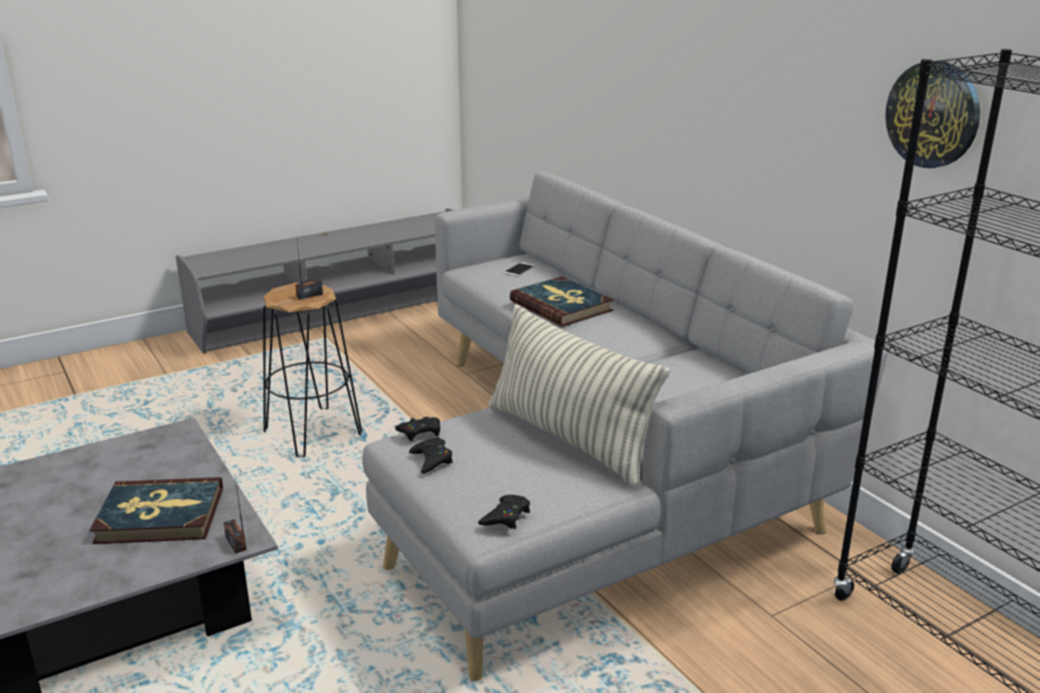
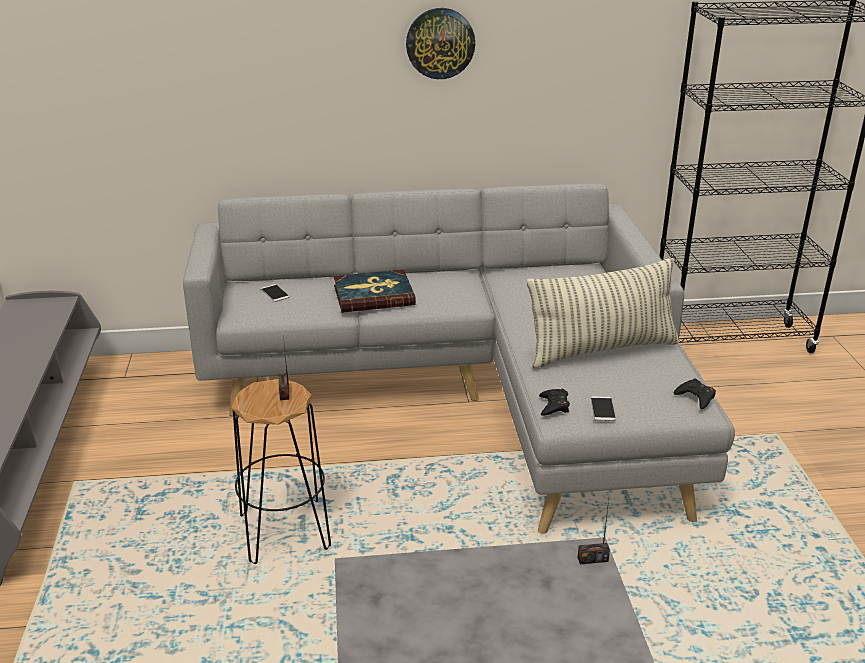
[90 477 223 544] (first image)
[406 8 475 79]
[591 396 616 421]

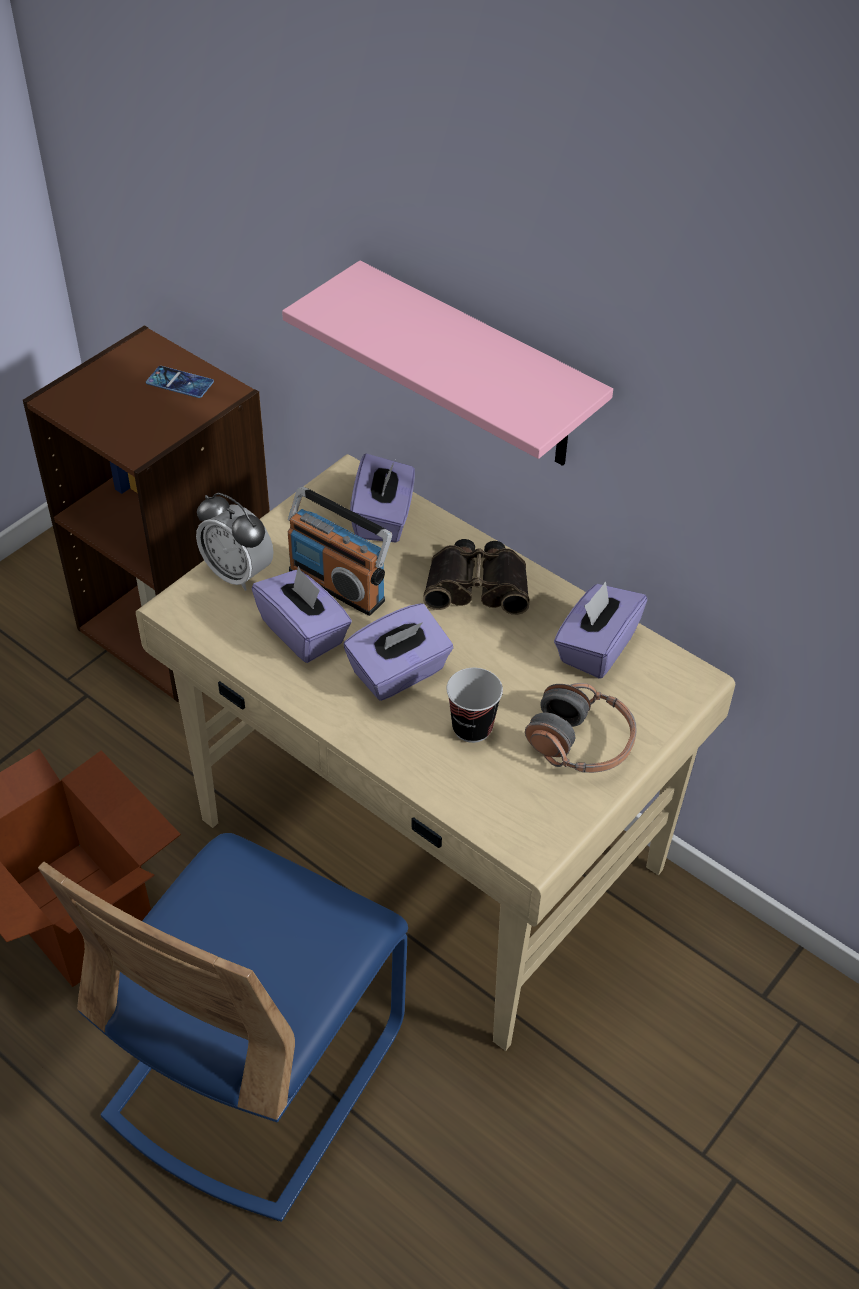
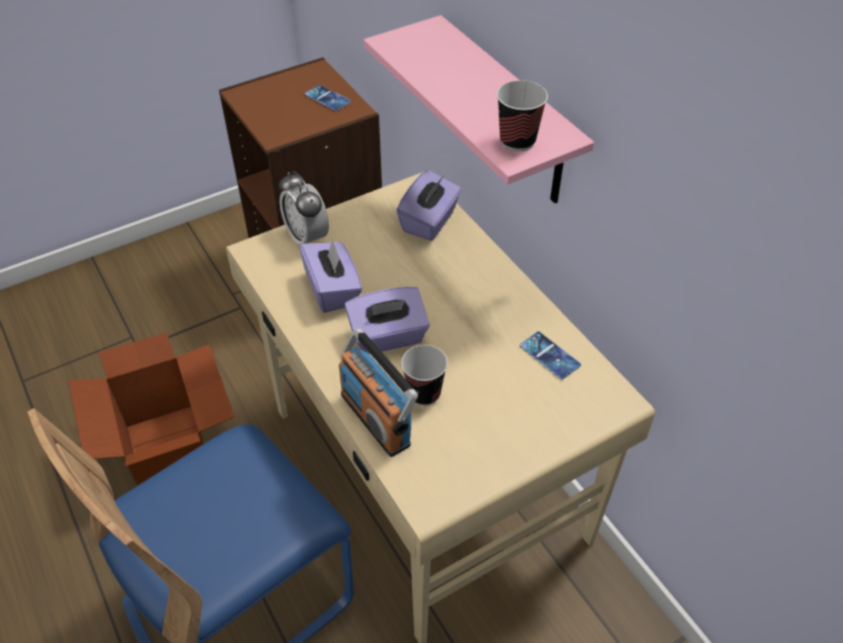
[423 539 529 615] (first image)
[525 683 637 773] (first image)
[497 80 548 151]
[339 329 418 457]
[520 332 581 379]

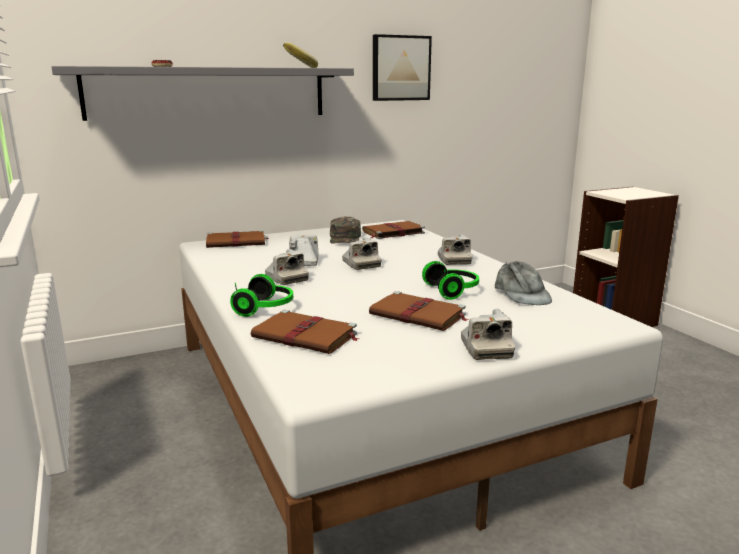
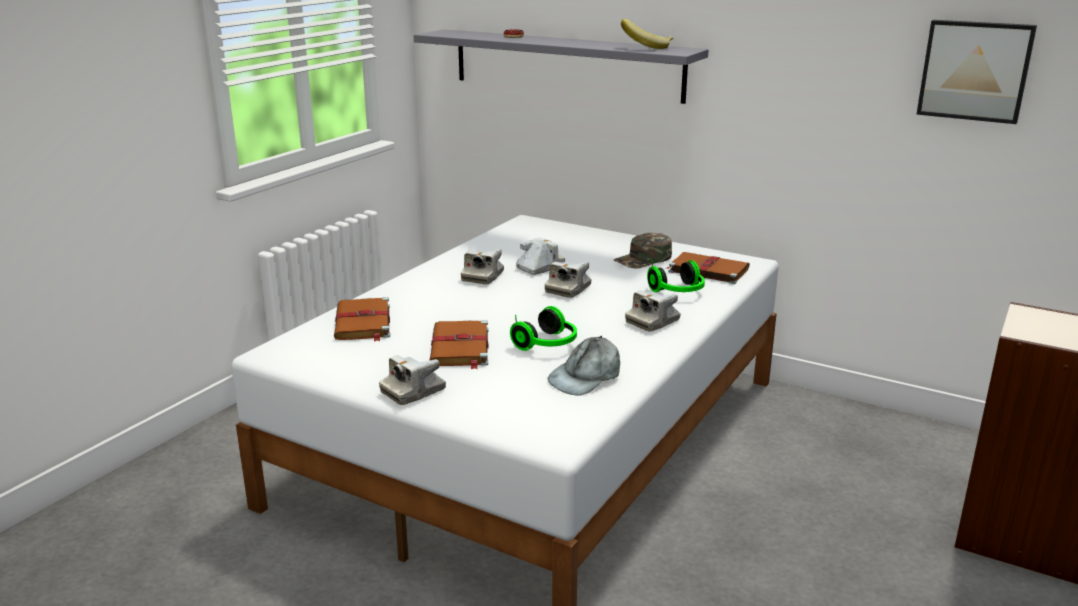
[206 230 268 248] (first image)
[647 260 705 292]
[916 20 1037 124]

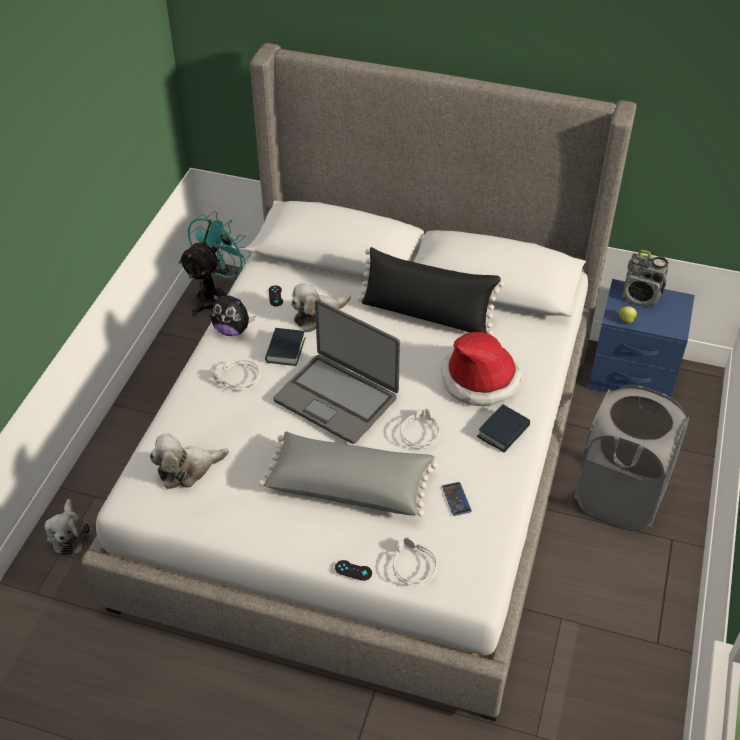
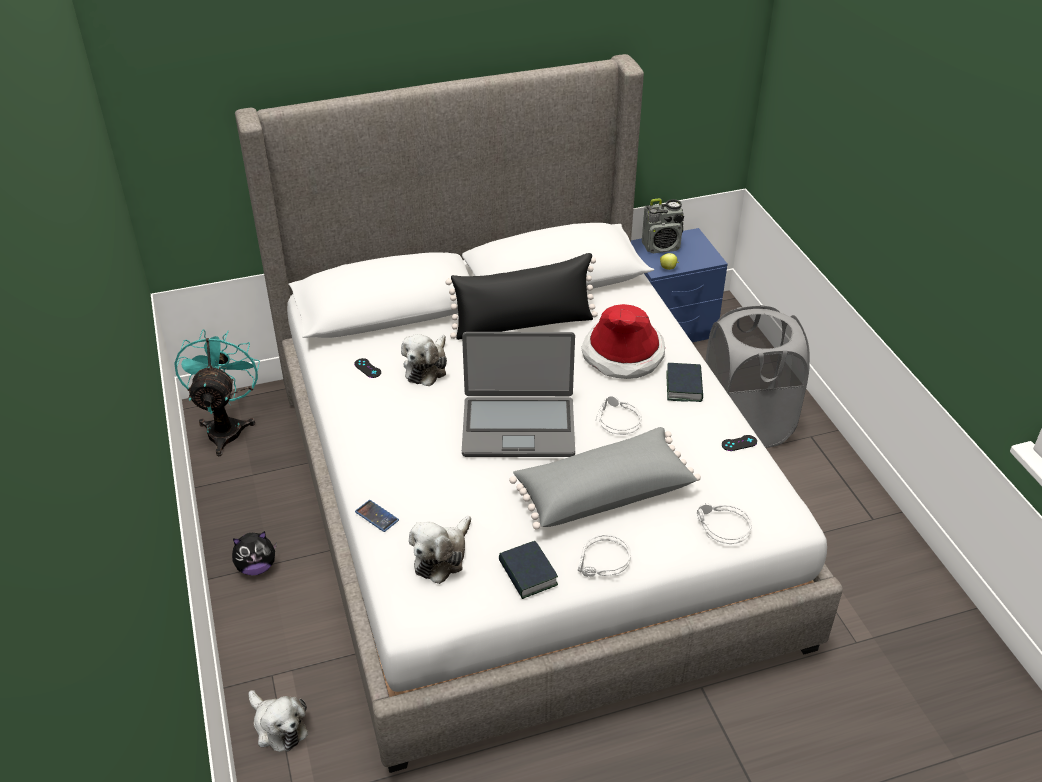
[232 531 277 576]
[578 534 631 577]
[499 541 558 599]
[722 435 757 451]
[355 500 399 532]

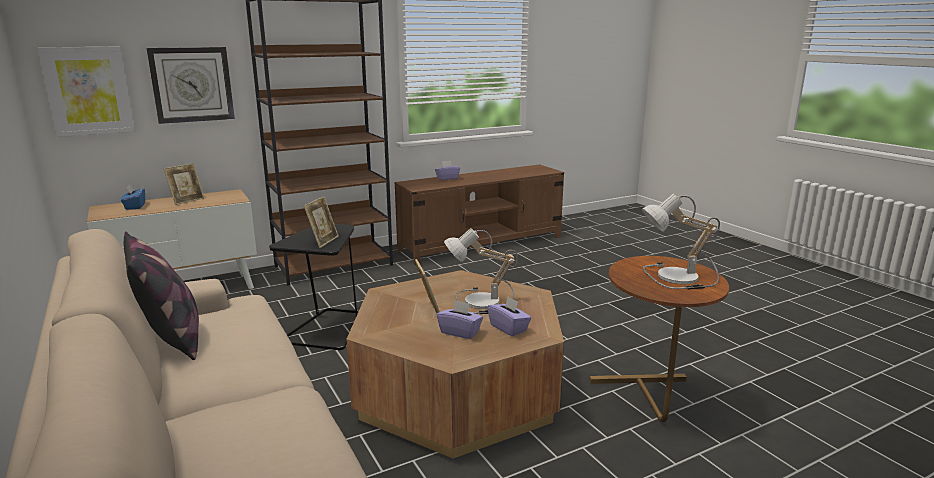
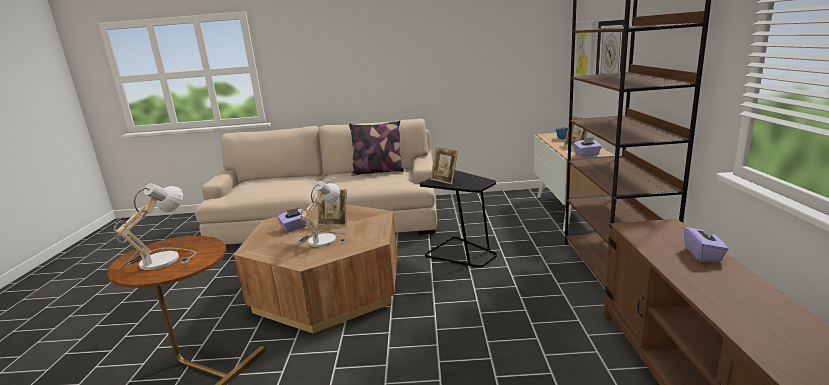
[573 137 602 157]

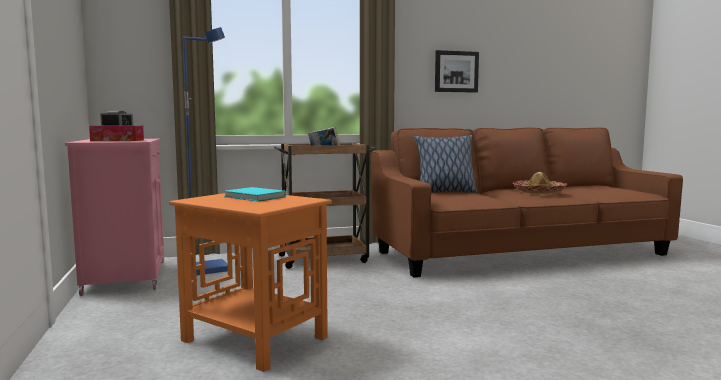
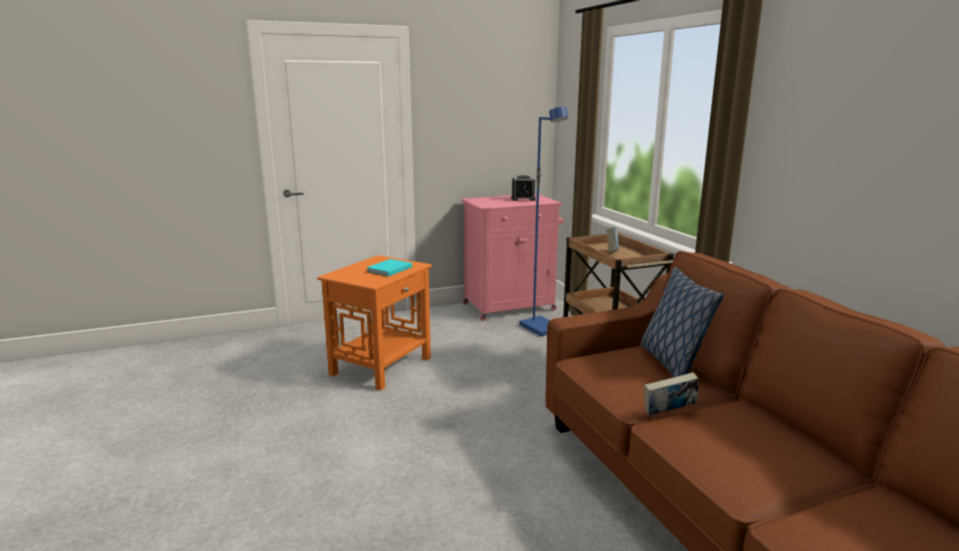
[89 126 144 141] (first image)
[435 50 479 93] (first image)
[513 172 567 194] (first image)
[644 372 699 415]

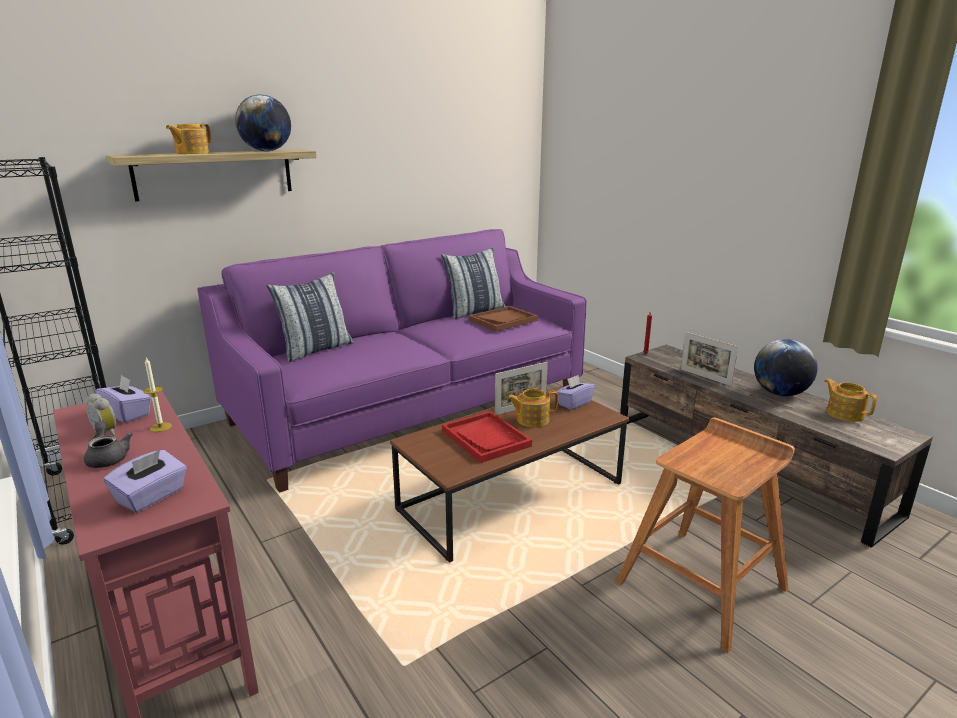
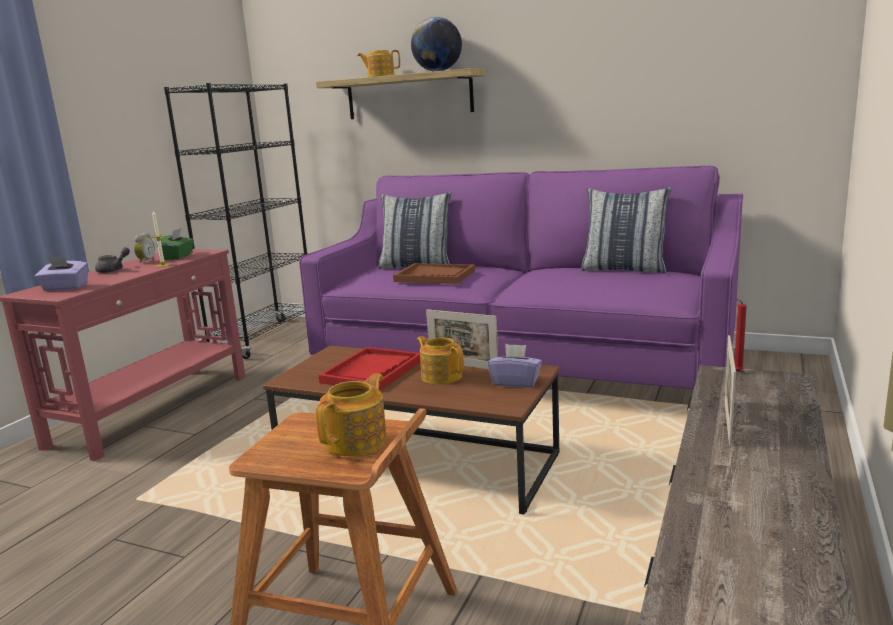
[754 339 818 396] (first image)
[393 263 475 284]
[315 373 387 456]
[157 228 194 260]

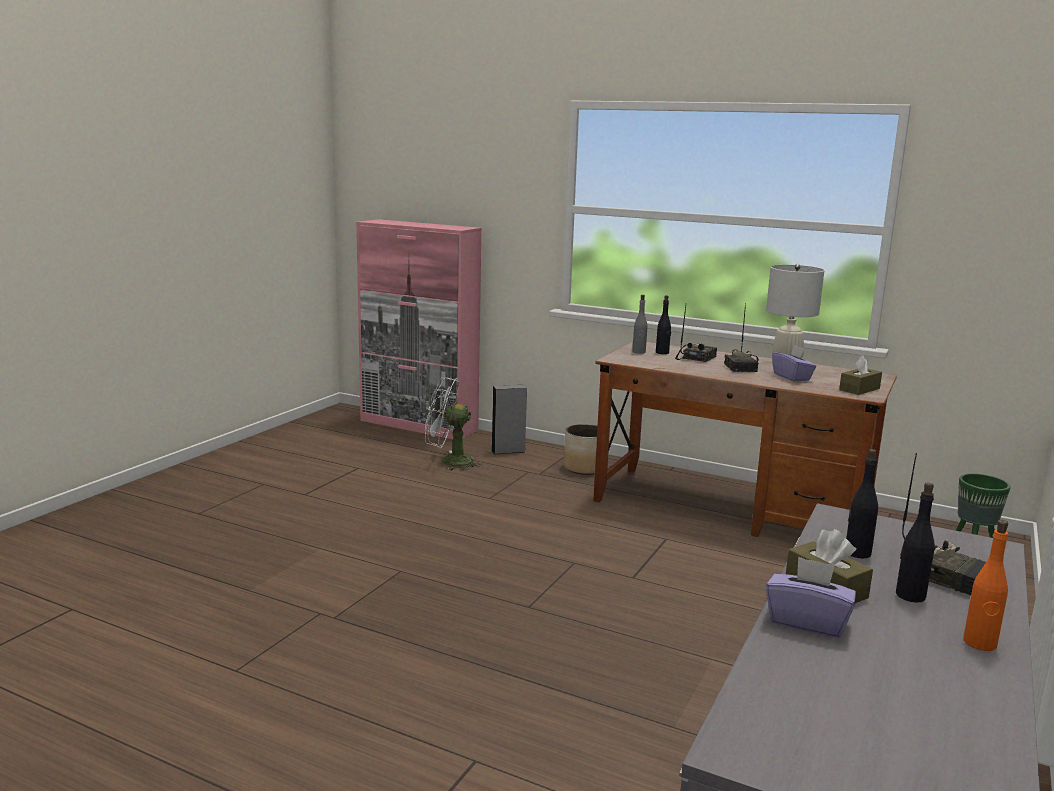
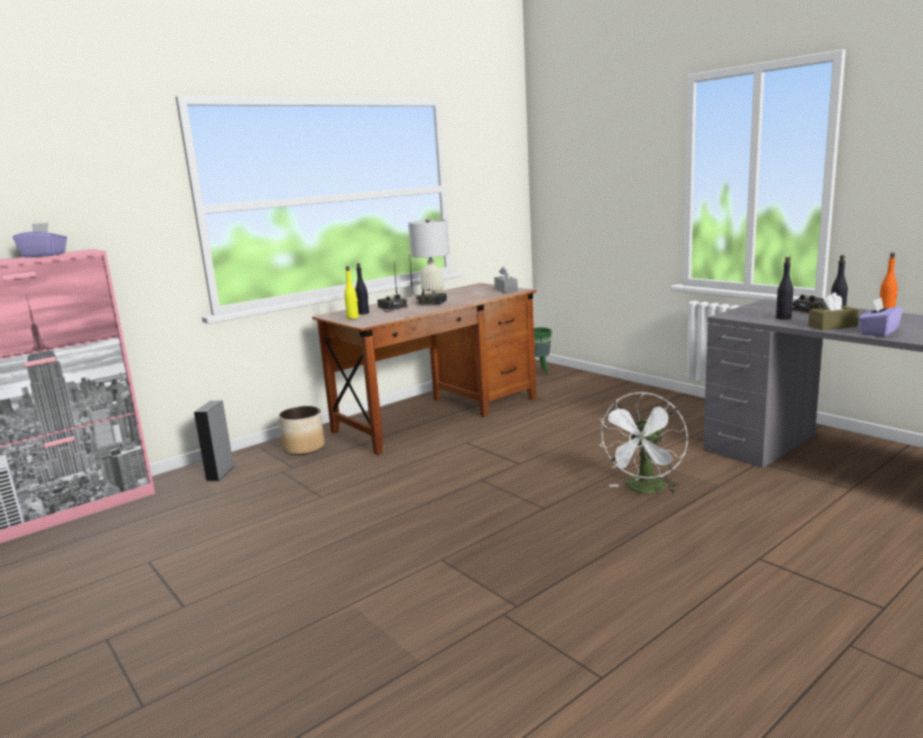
[598 392 688 494]
[13 223 67 257]
[344 266 359 319]
[494 267 518 293]

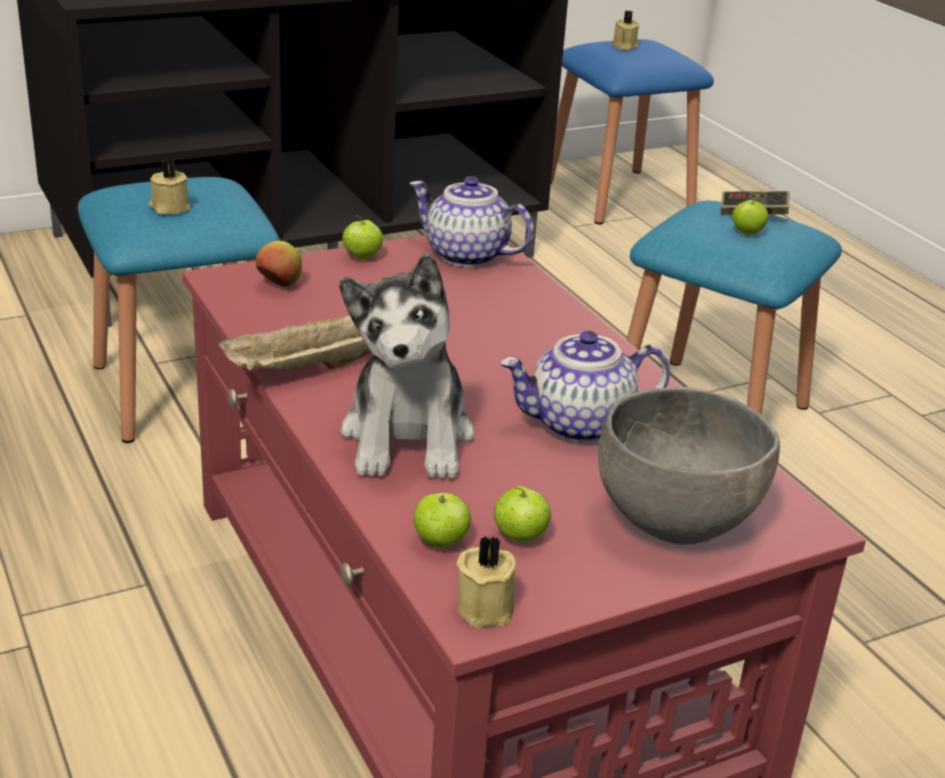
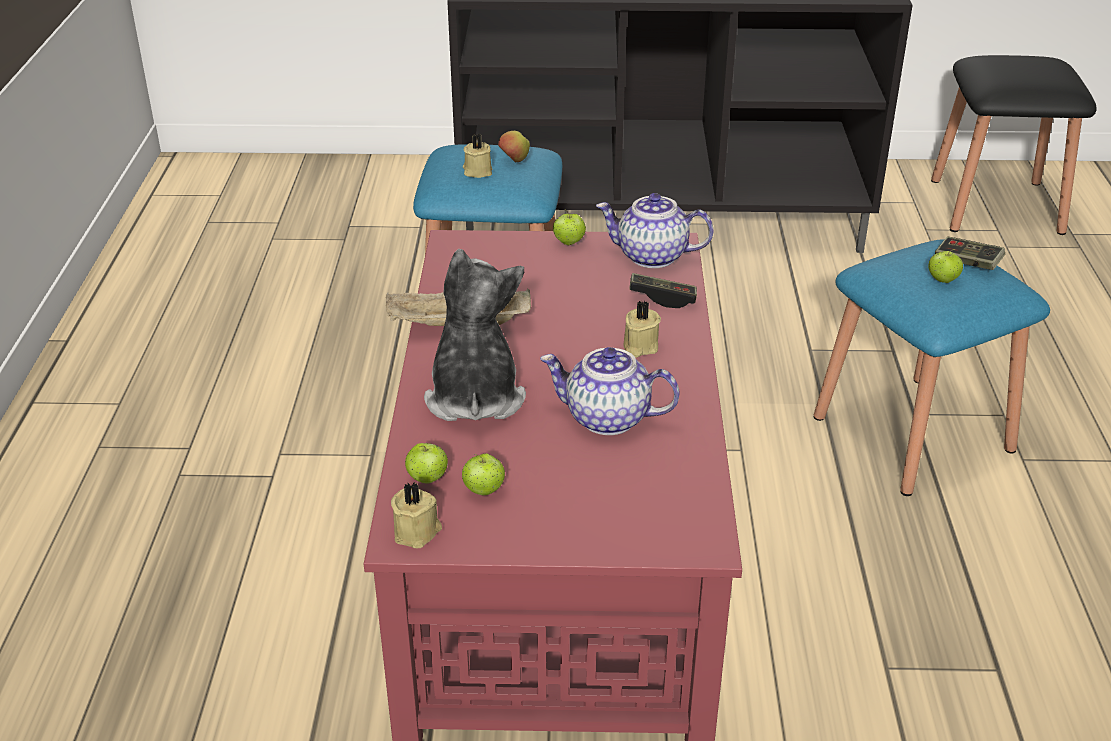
[598 387 780 545] (first image)
[629 273 697 308]
[498 131 530 162]
[624 301 661 358]
[931 55 1097 235]
[424 249 526 421]
[596 193 713 268]

